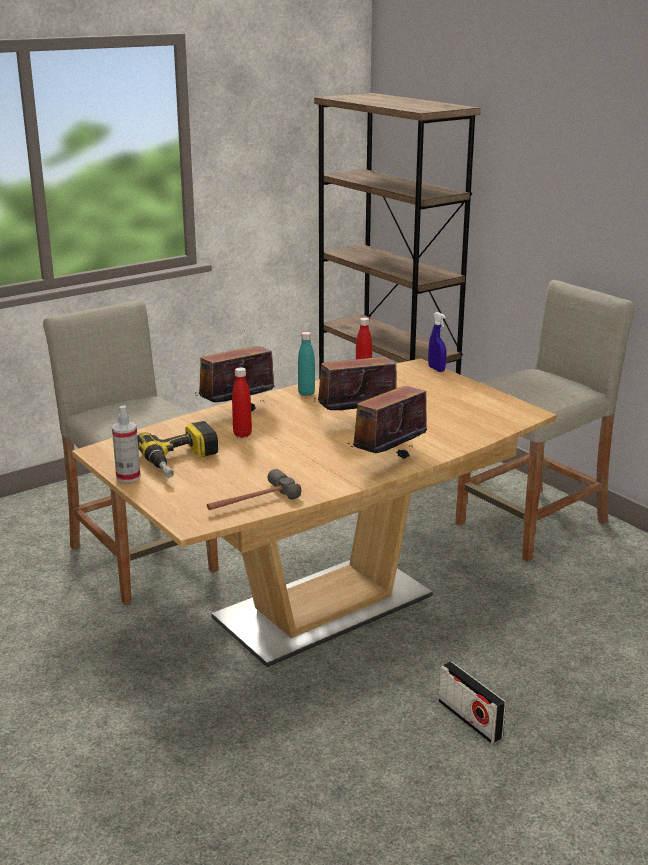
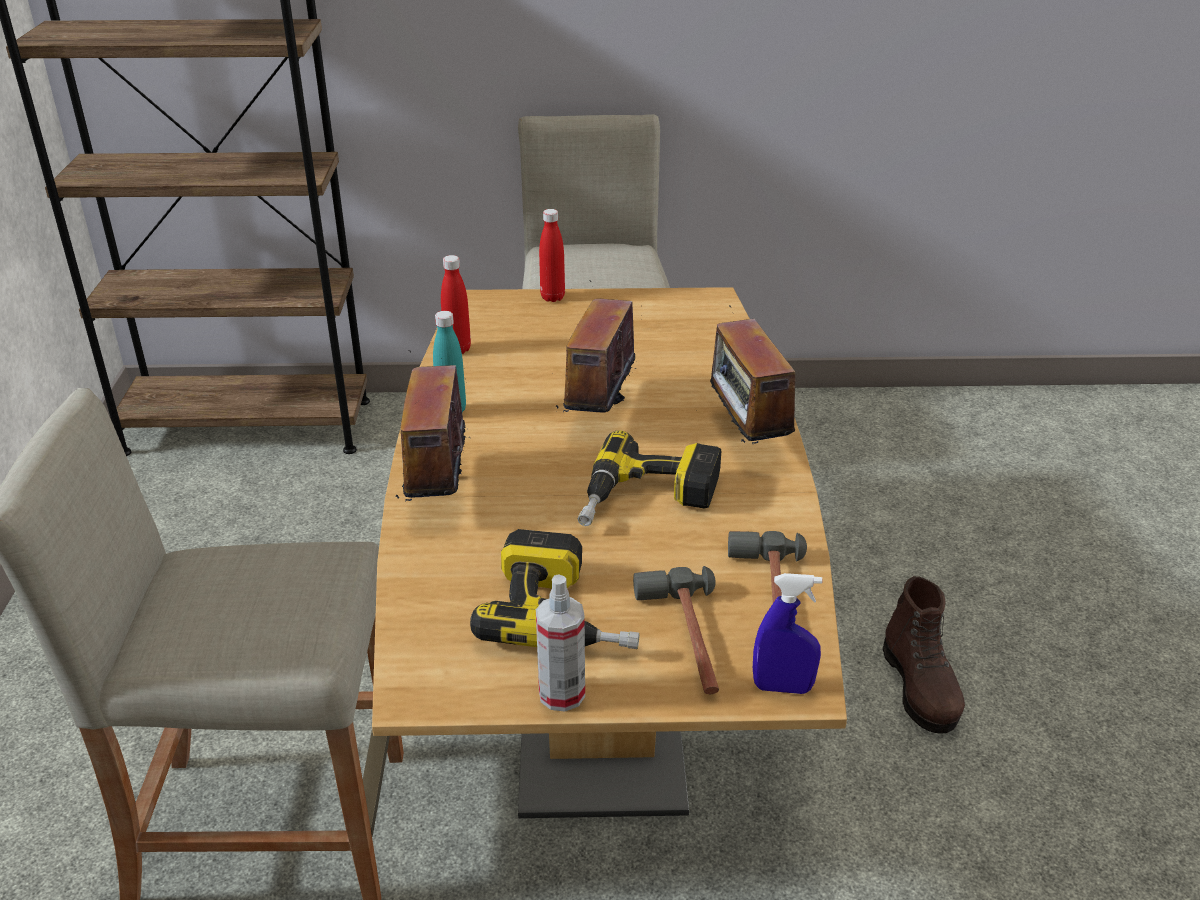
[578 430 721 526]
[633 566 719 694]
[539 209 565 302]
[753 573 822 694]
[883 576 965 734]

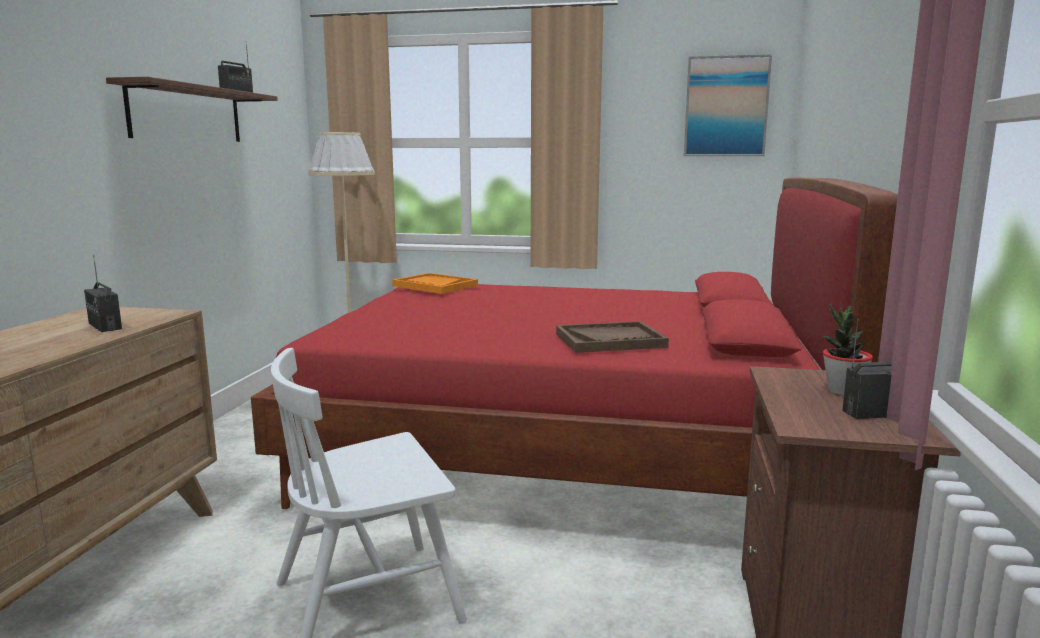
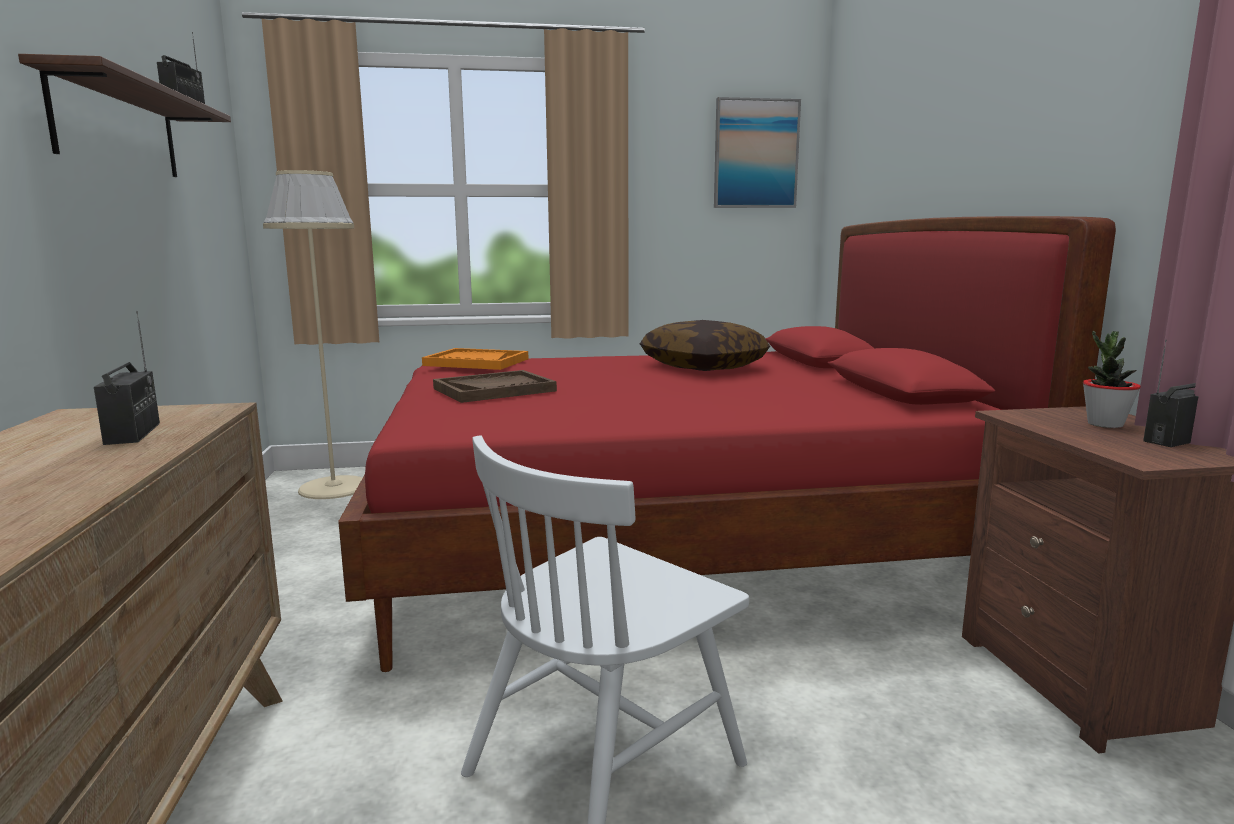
[640 320 770 371]
[433 370 557 403]
[94 311 160 445]

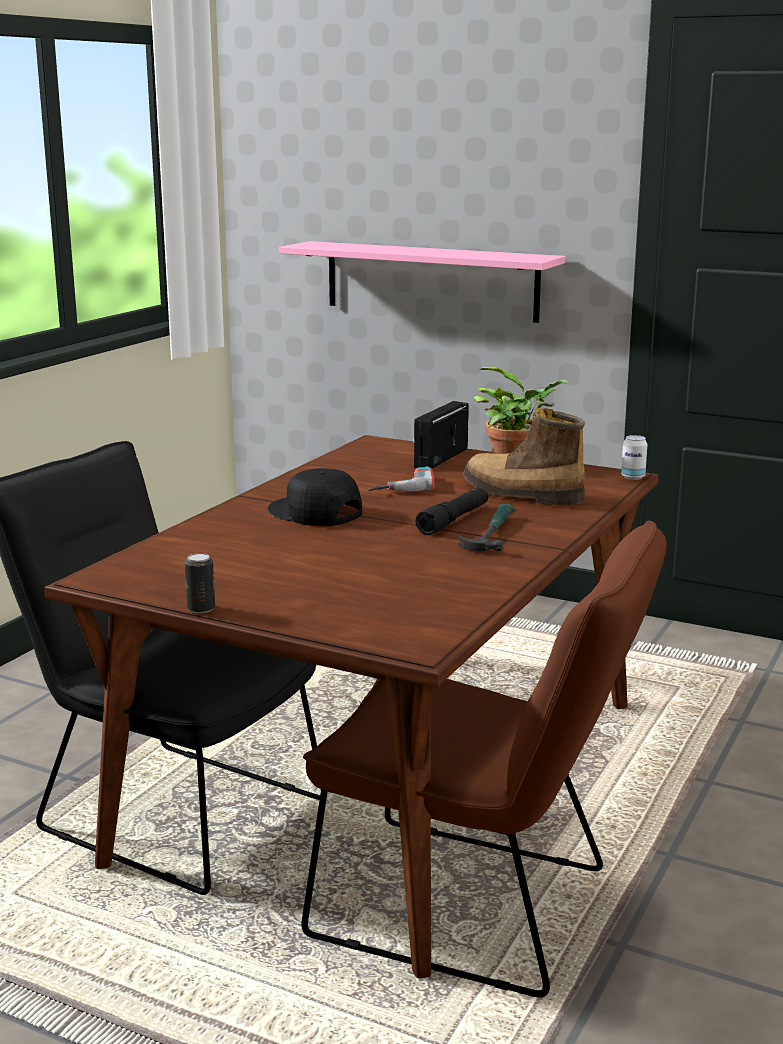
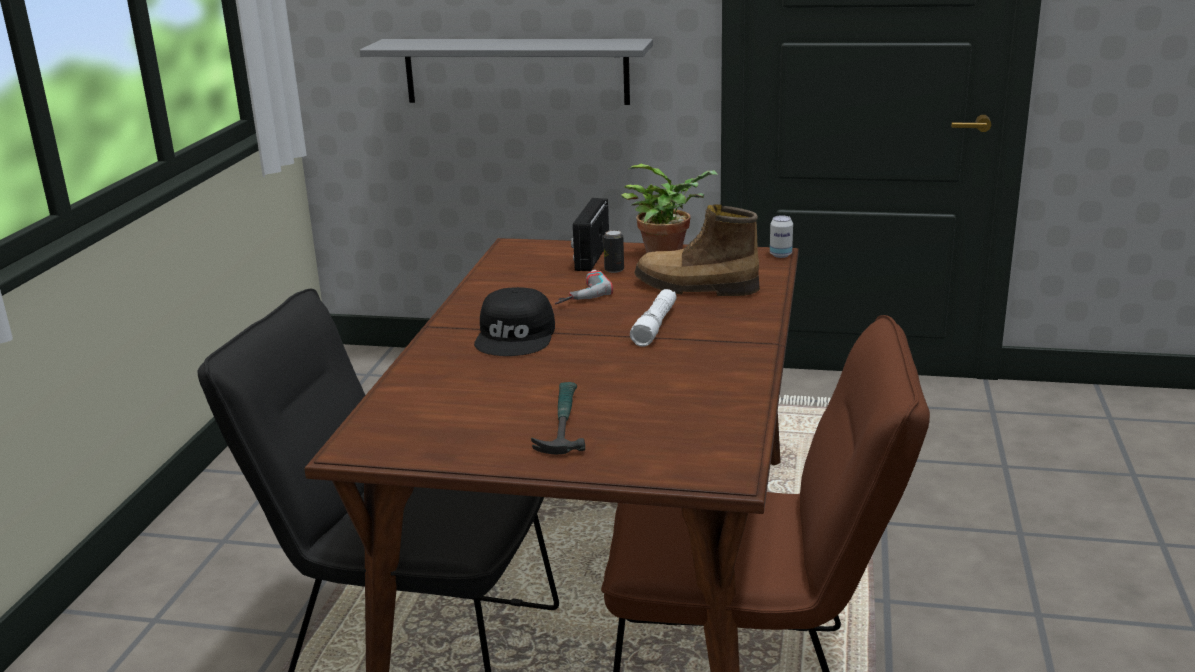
[603 230 624 273]
[531 382 585 454]
[360 39 653 105]
[630 289 677 347]
[474 287 555 356]

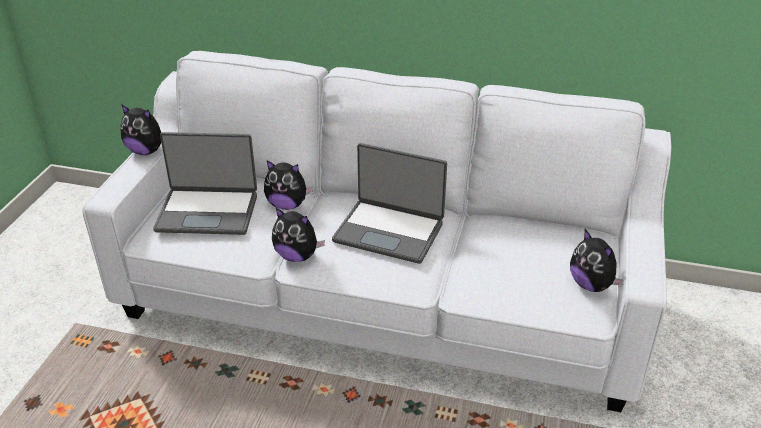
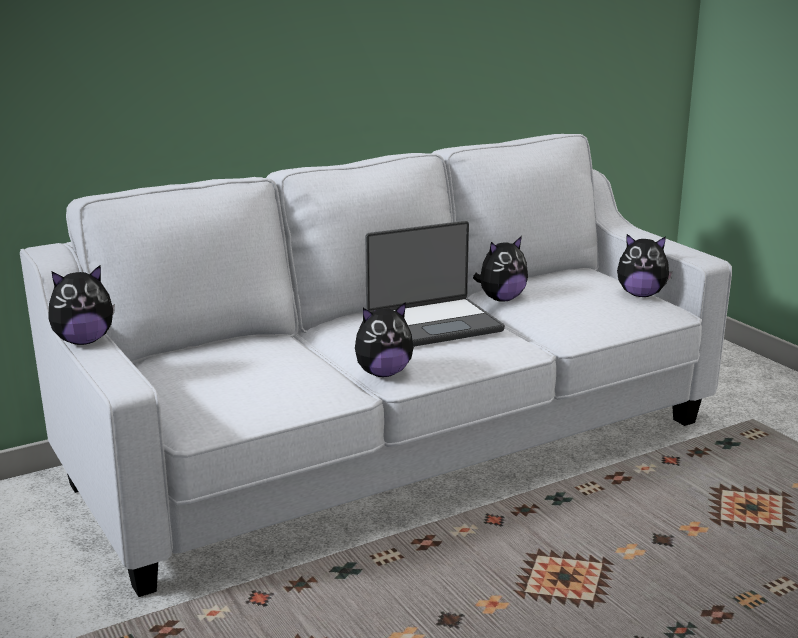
[153 132 257 235] (first image)
[473 236 528 302]

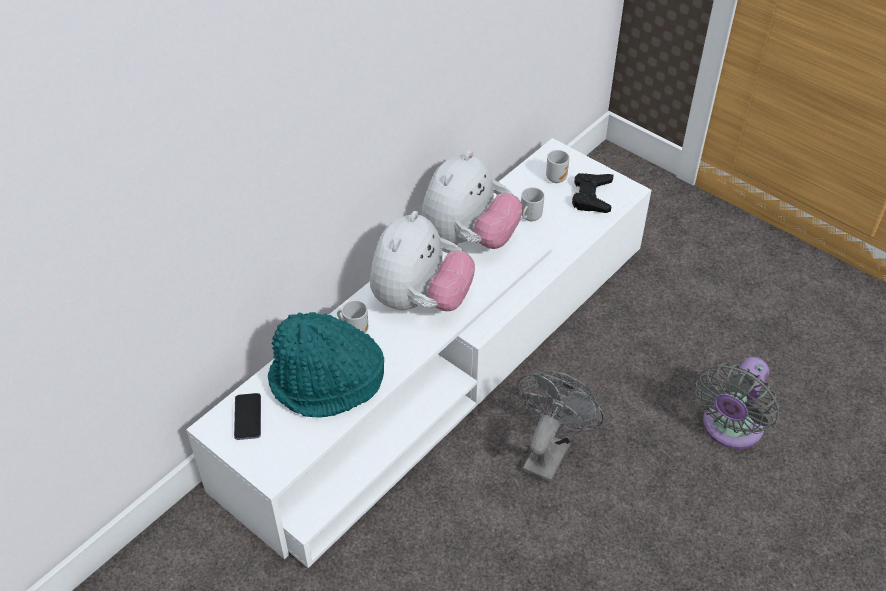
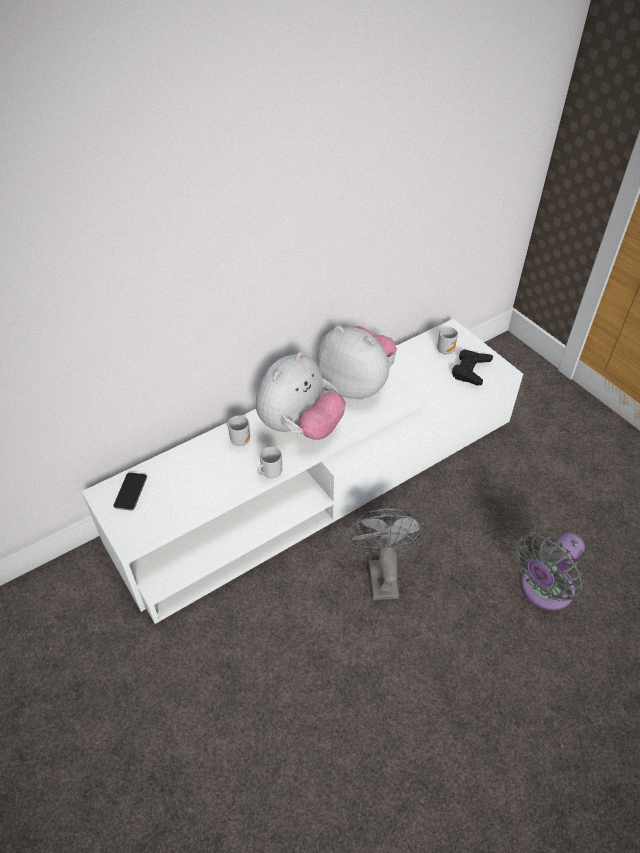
[268 312 384 418] (first image)
[257 447 282 478]
[317 326 397 400]
[345 508 425 600]

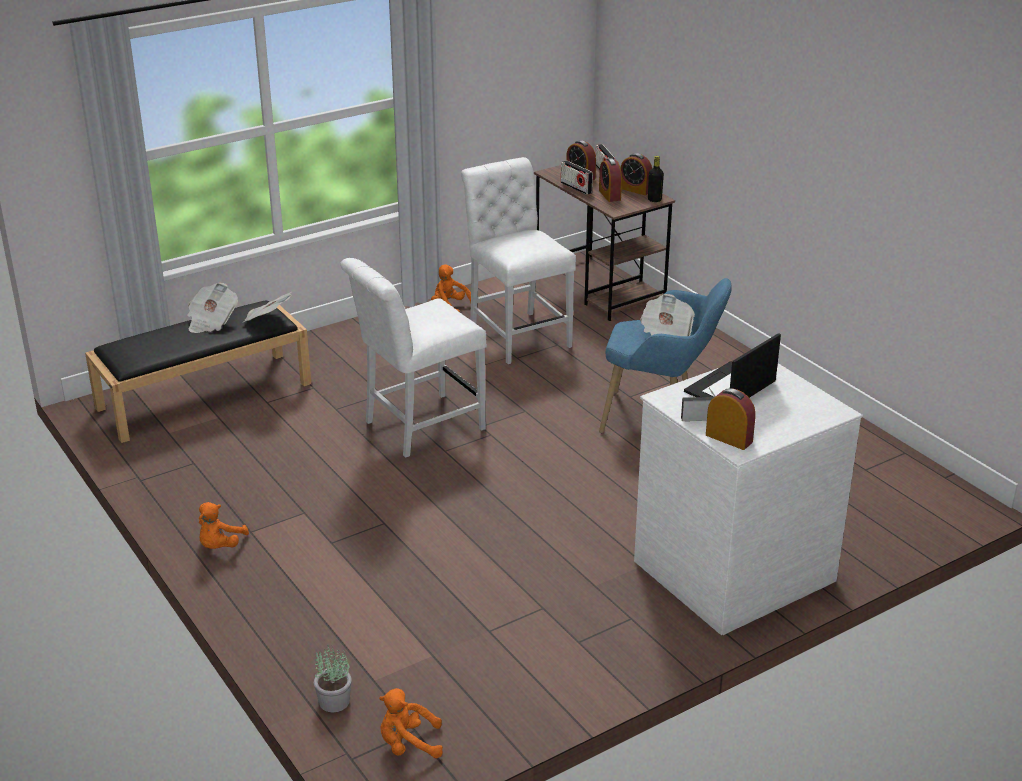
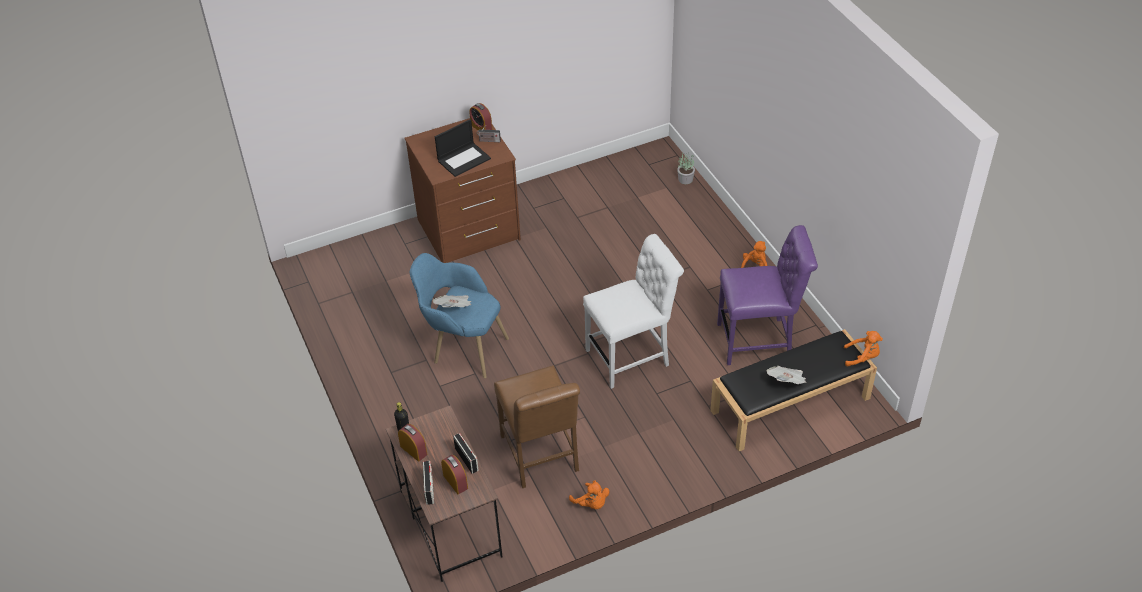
[242 292 291 323] (first image)
[599 158 622 202] (first image)
[717 225 818 365]
[844 331 883 367]
[494 365 580 488]
[404 118 521 263]

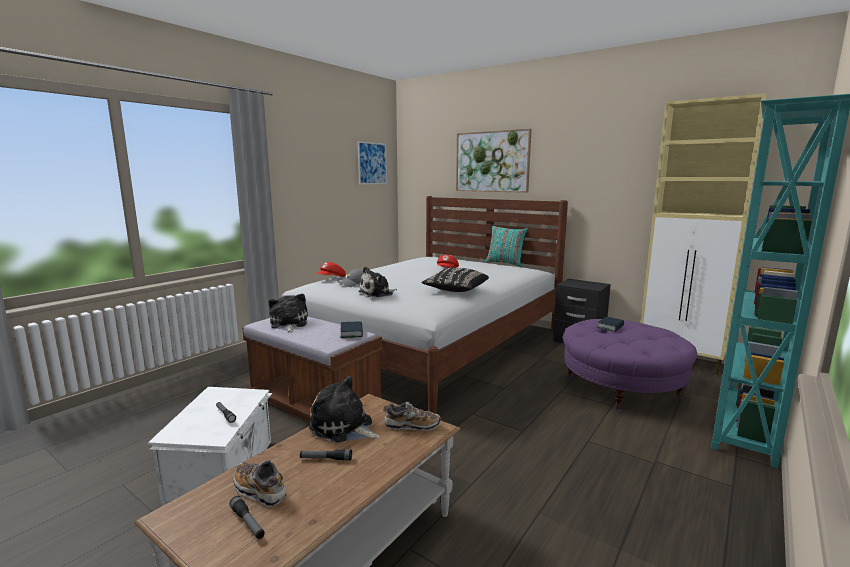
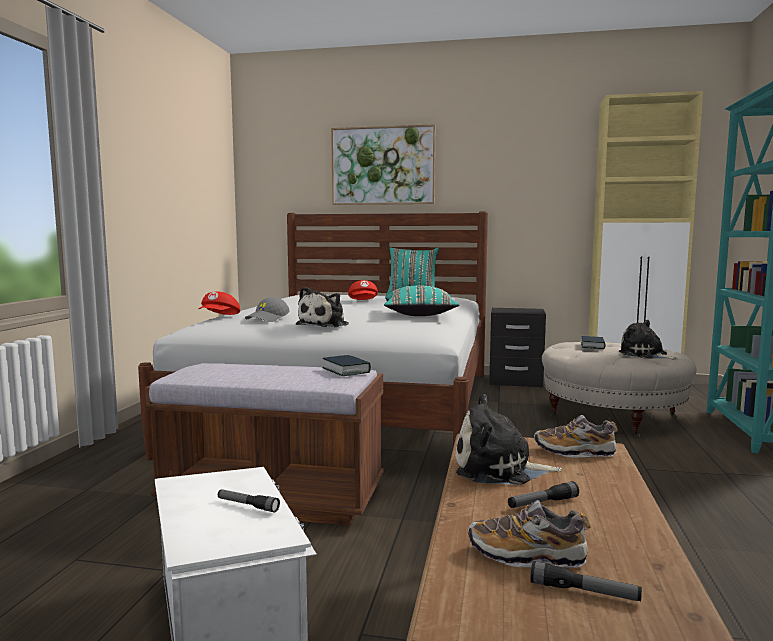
[358 141 387 185] (first image)
[619 320 678 360]
[384 286 459 316]
[542 342 697 438]
[534 415 618 457]

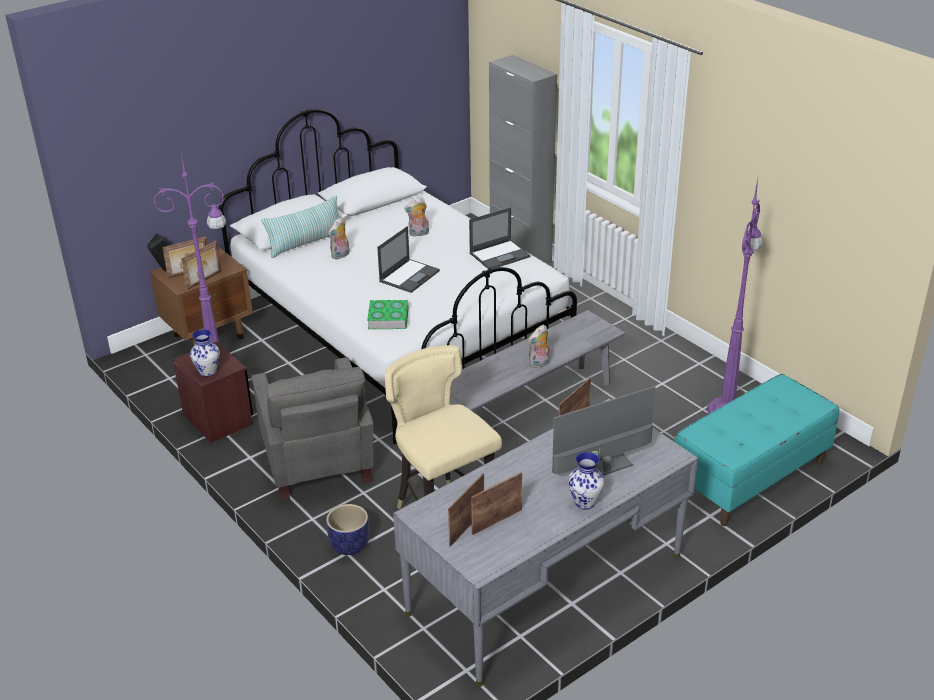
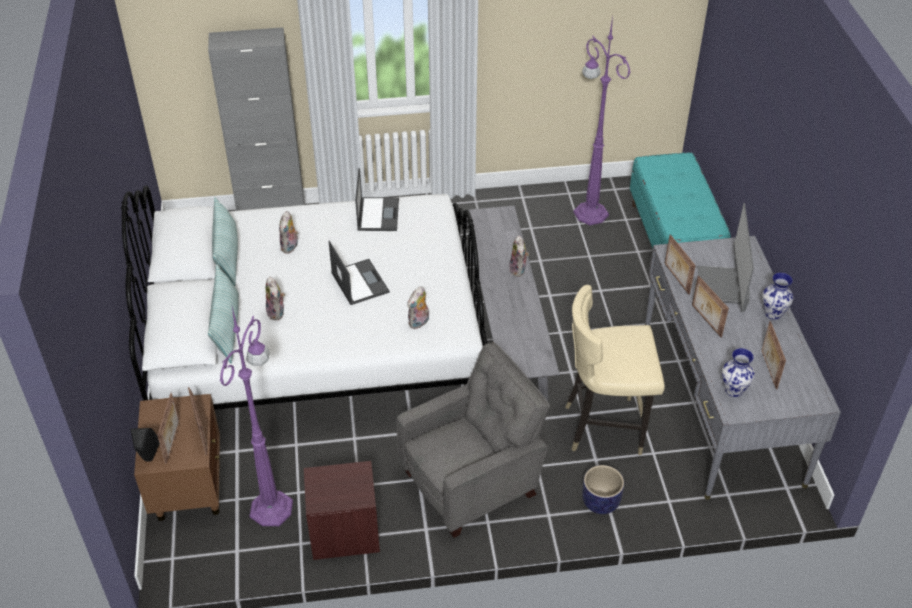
[212 197 238 286]
[722 348 755 397]
[692 276 729 338]
[407 286 429 329]
[397 343 550 538]

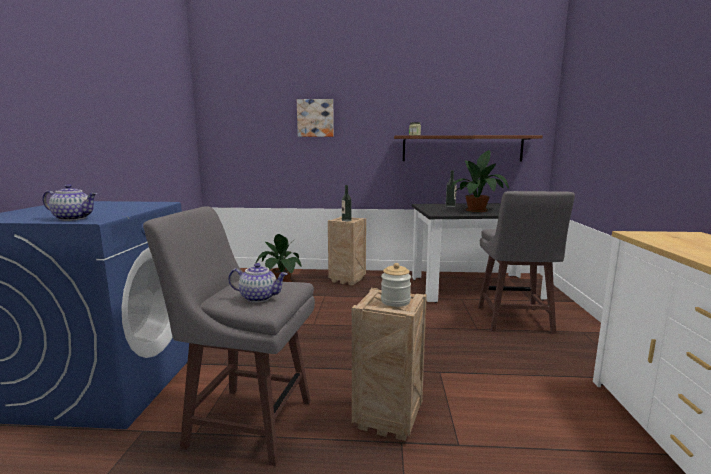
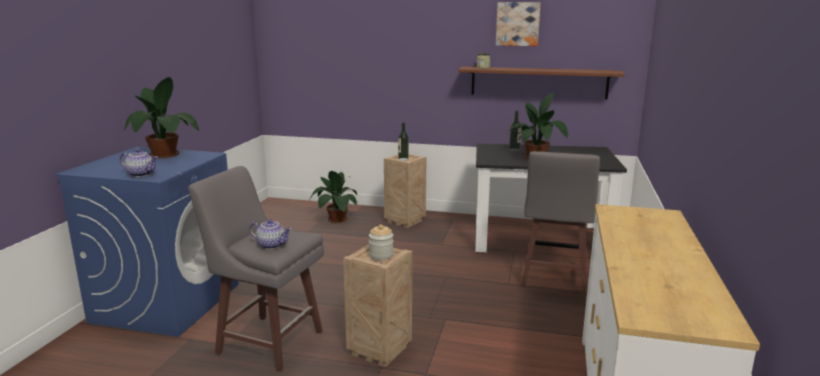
[124 77 199 158]
[496 2 541 46]

